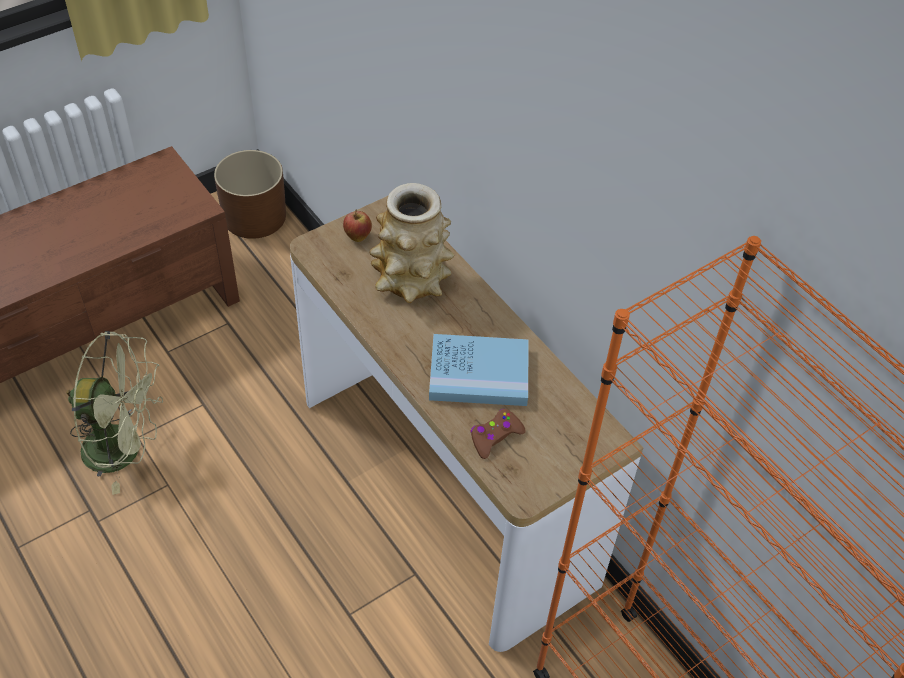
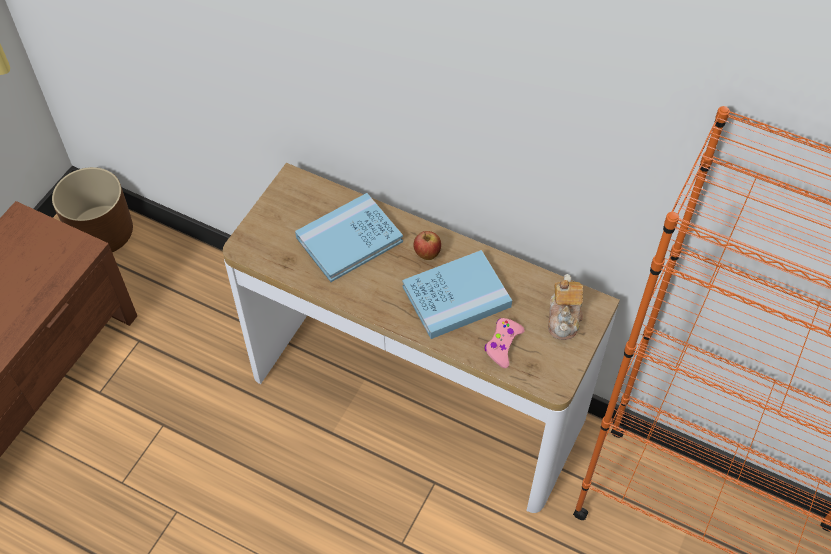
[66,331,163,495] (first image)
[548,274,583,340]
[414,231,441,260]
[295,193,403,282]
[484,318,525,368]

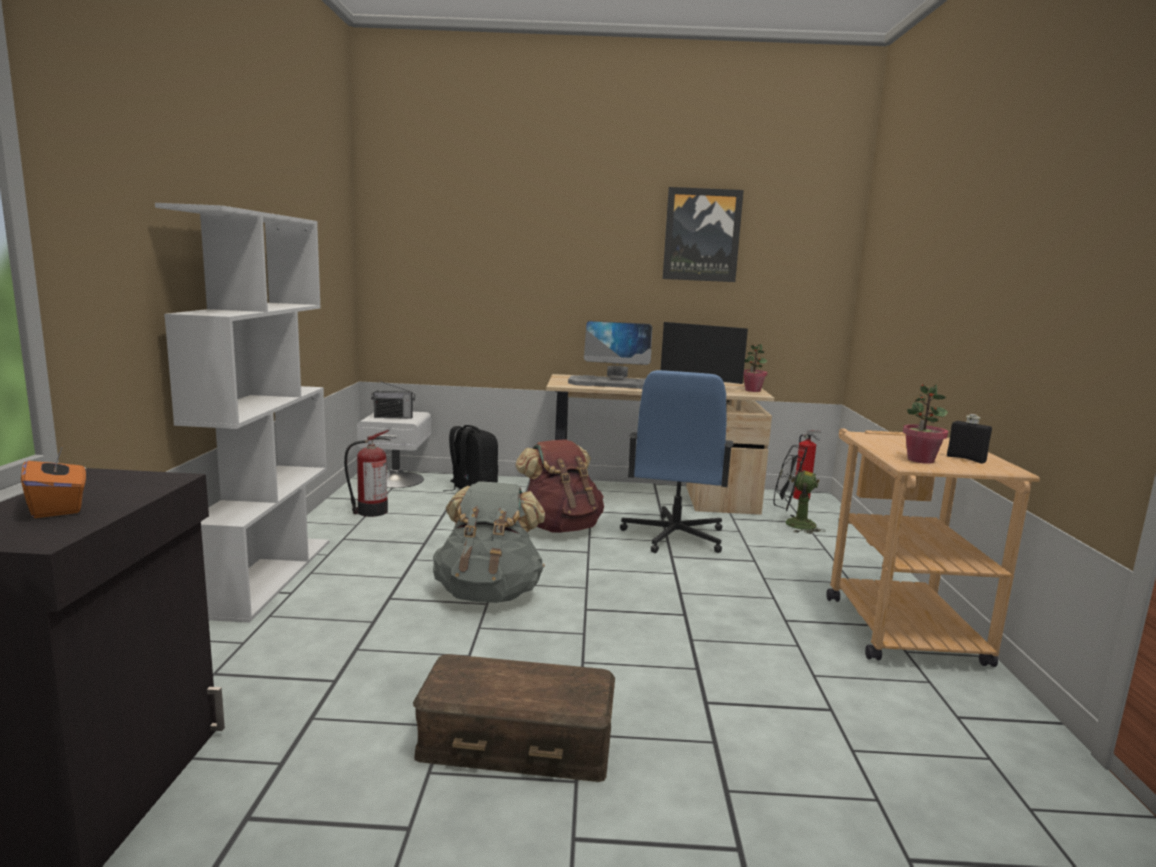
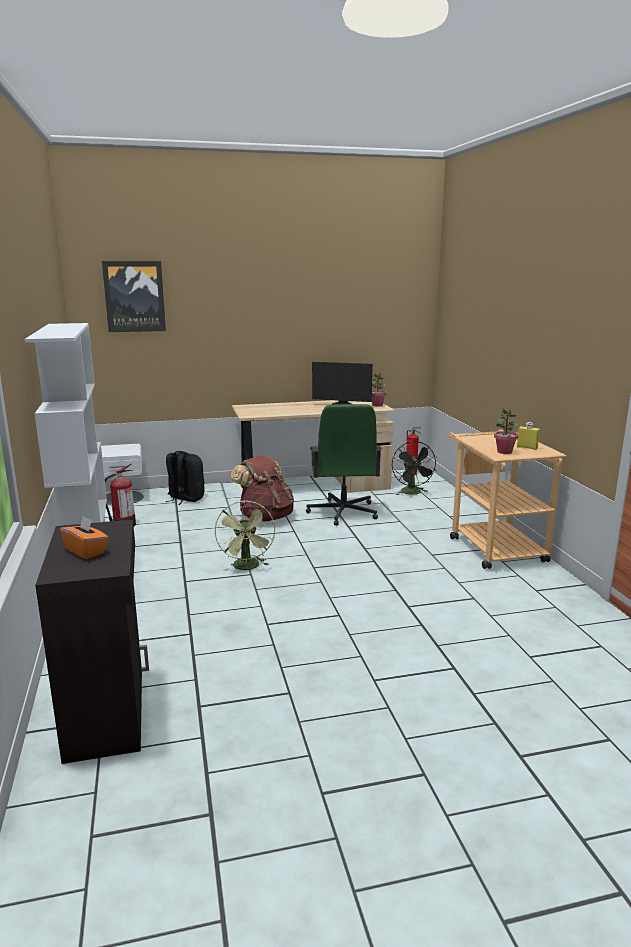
[371,381,415,419] (first image)
[413,654,615,782] (first image)
[568,321,653,389] (first image)
[102,261,166,332]
[215,501,275,571]
[306,404,382,526]
[517,422,540,450]
[392,441,437,495]

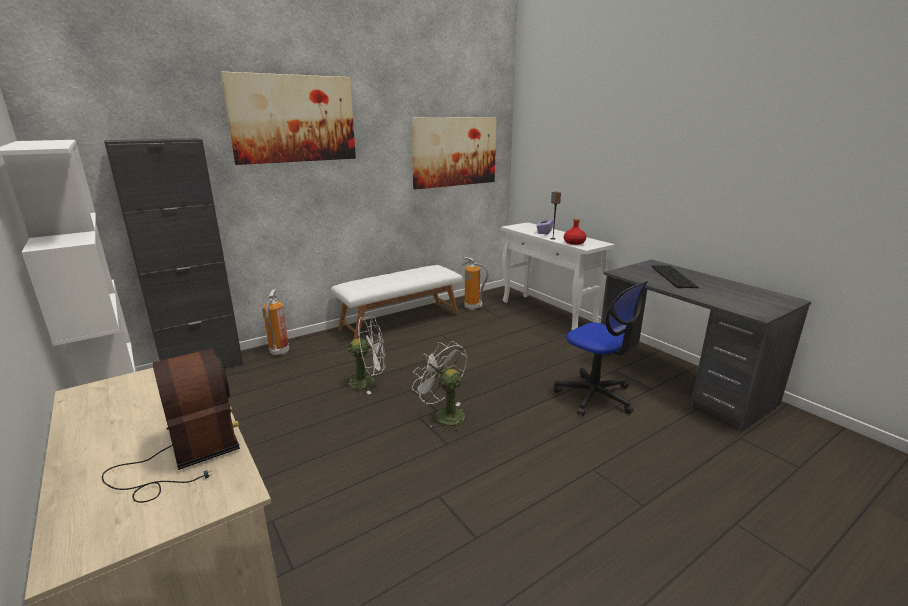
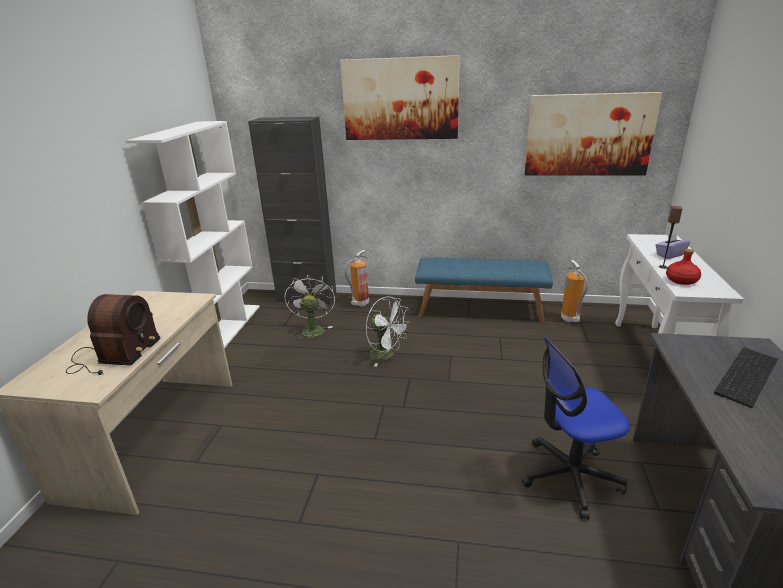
[285,274,335,342]
[415,258,553,323]
[522,336,629,519]

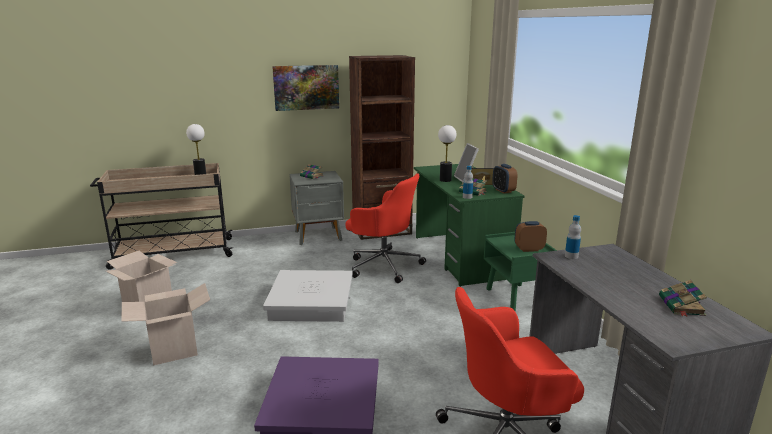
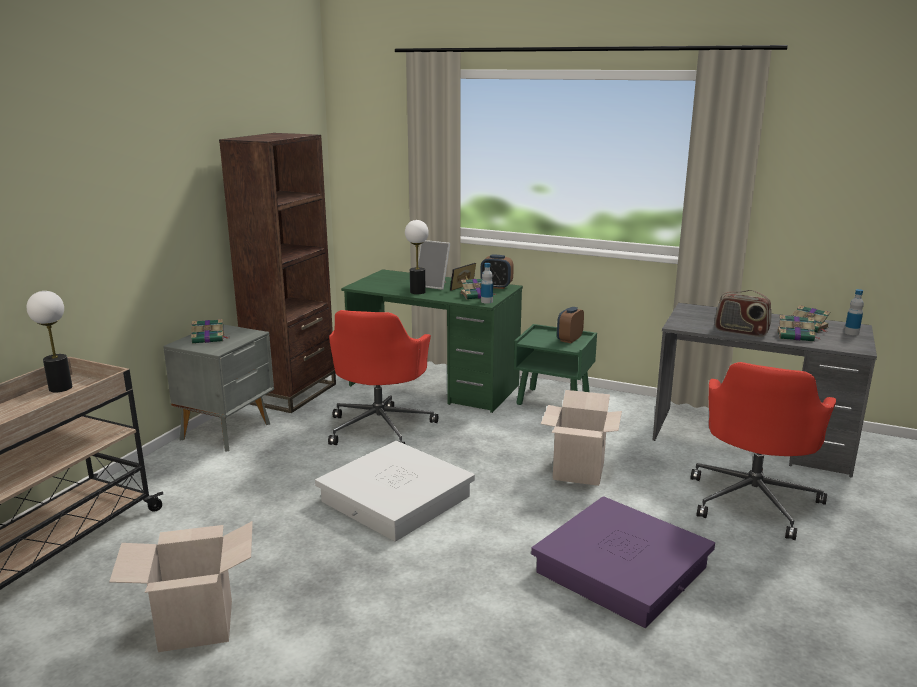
[272,65,339,111] (first image)
[715,290,772,337]
[777,315,819,342]
[541,390,622,486]
[844,289,864,335]
[328,310,438,445]

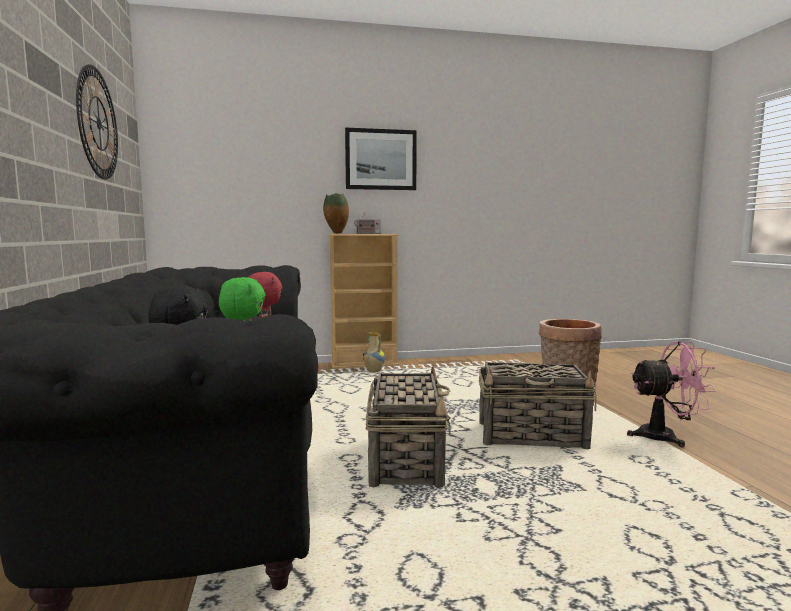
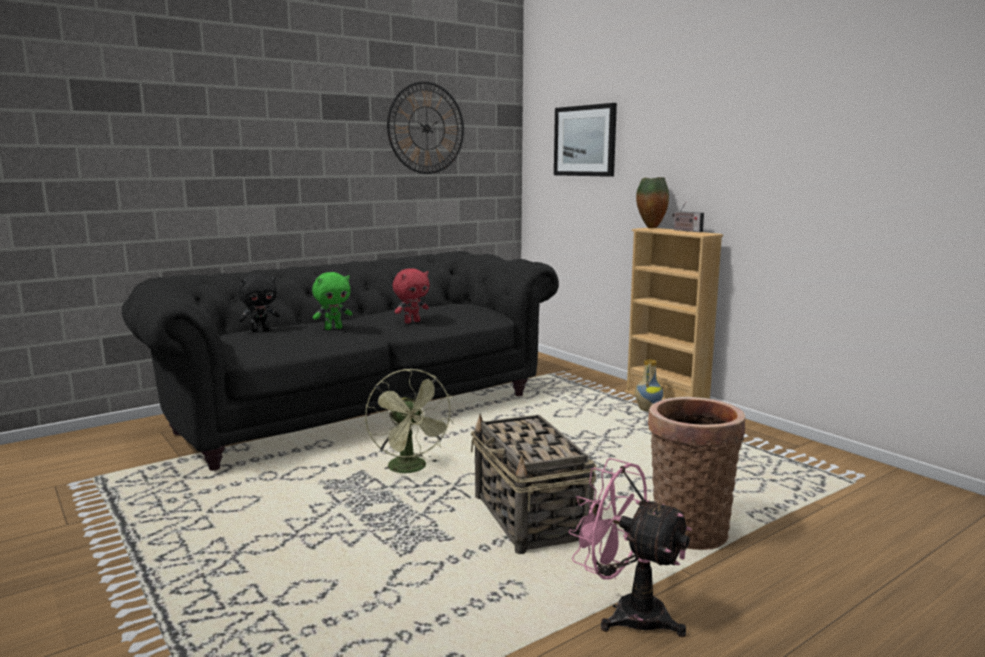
[554,103,617,177]
[365,369,454,473]
[568,458,692,637]

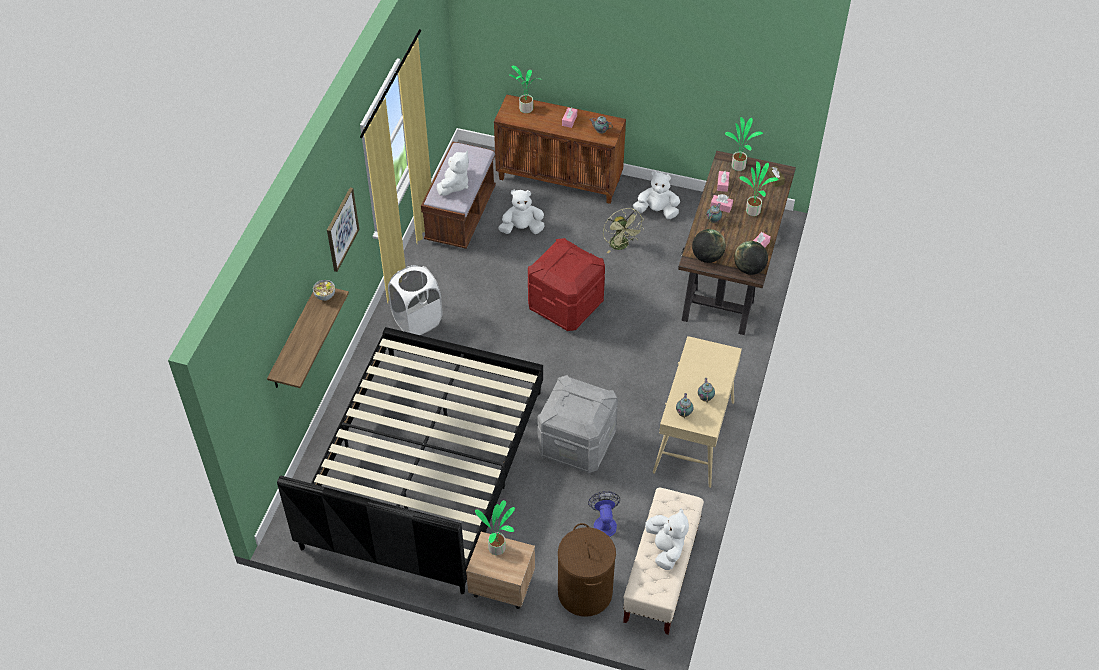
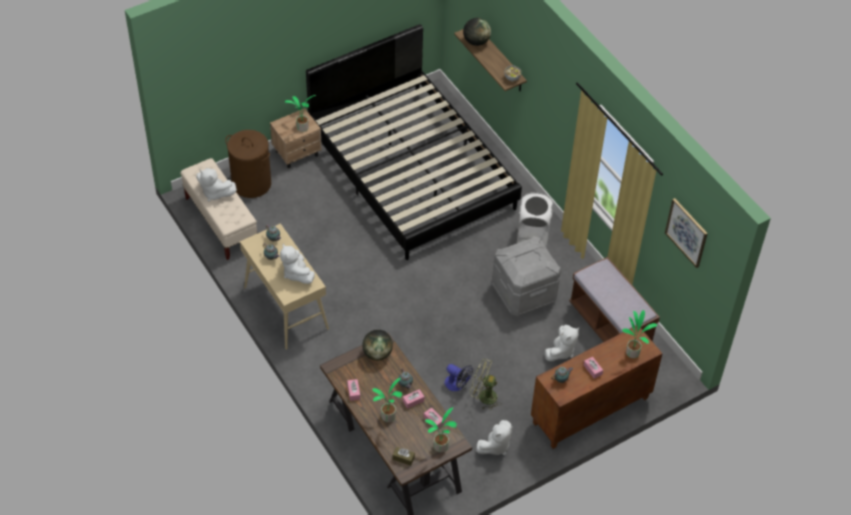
[528,238,605,331] (first image)
[665,198,708,268]
[280,243,315,284]
[492,236,561,317]
[444,364,473,391]
[463,18,491,46]

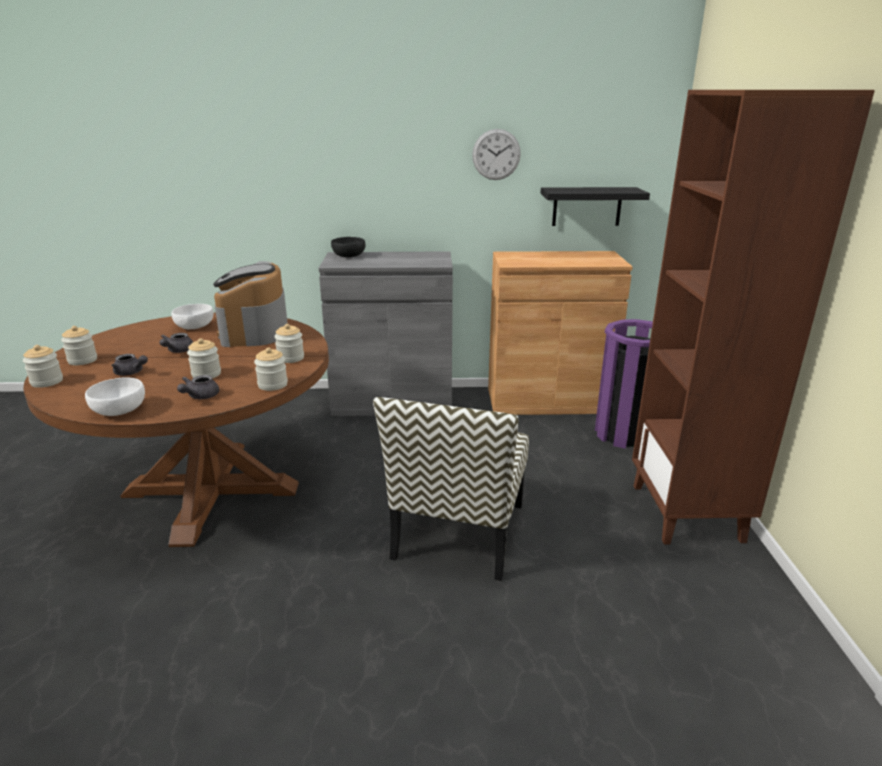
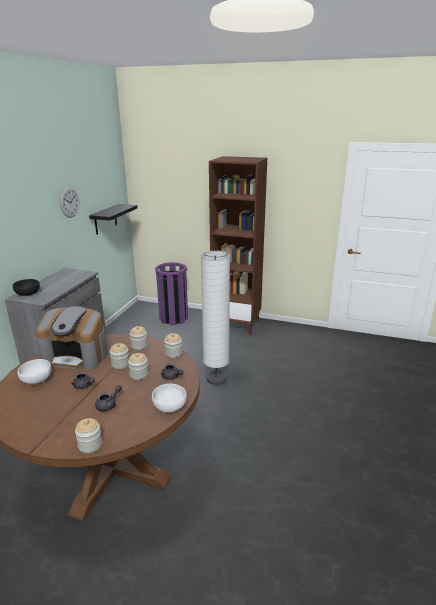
[488,251,633,415] (first image)
[110,343,129,369]
[201,251,230,385]

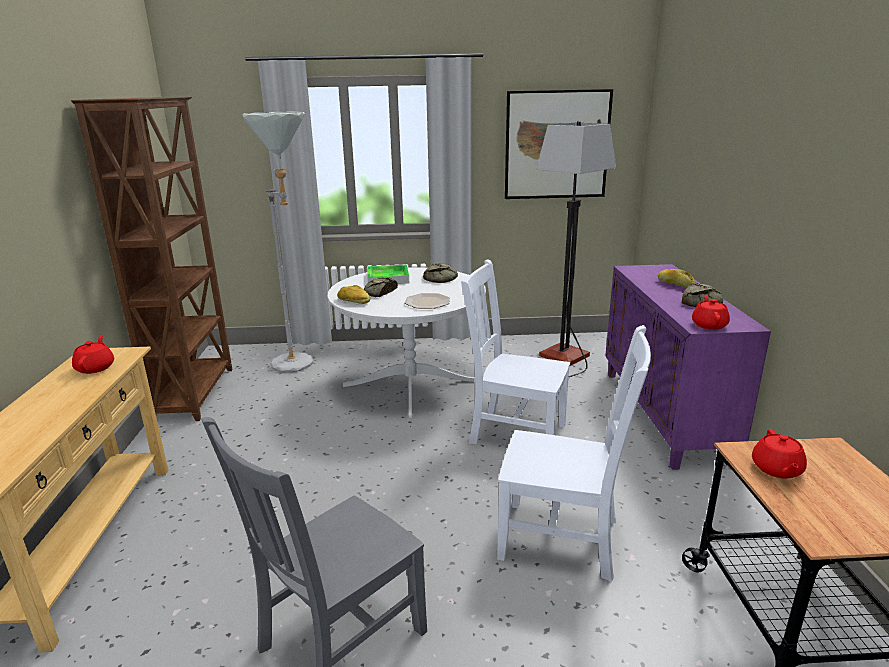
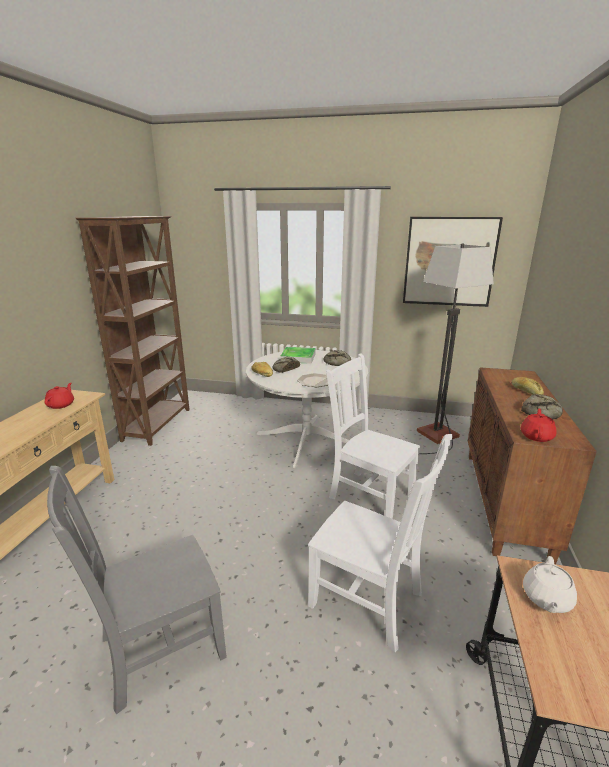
[242,112,314,373] (first image)
[468,367,597,564]
[523,556,577,613]

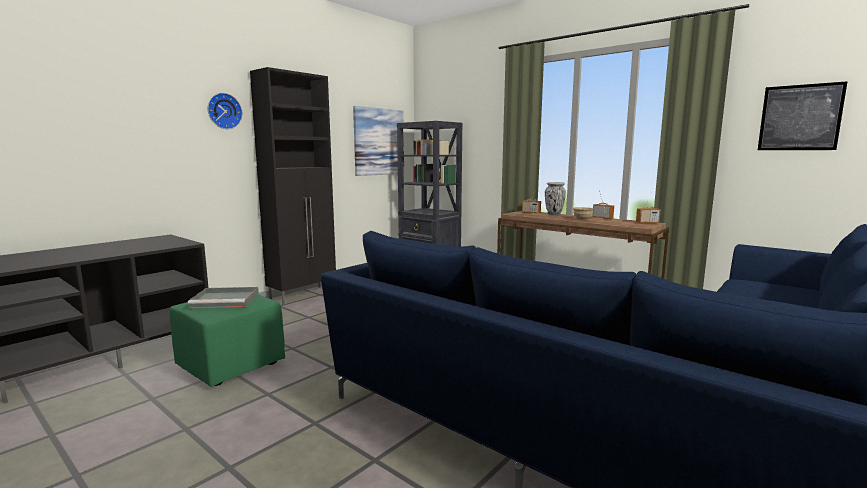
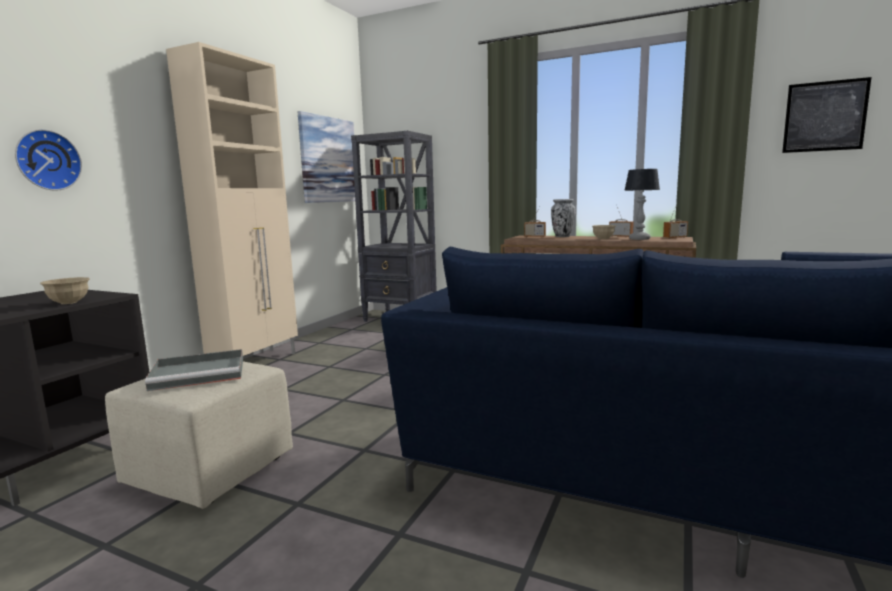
[40,277,90,304]
[624,169,660,240]
[15,129,82,191]
[105,362,293,509]
[166,42,298,356]

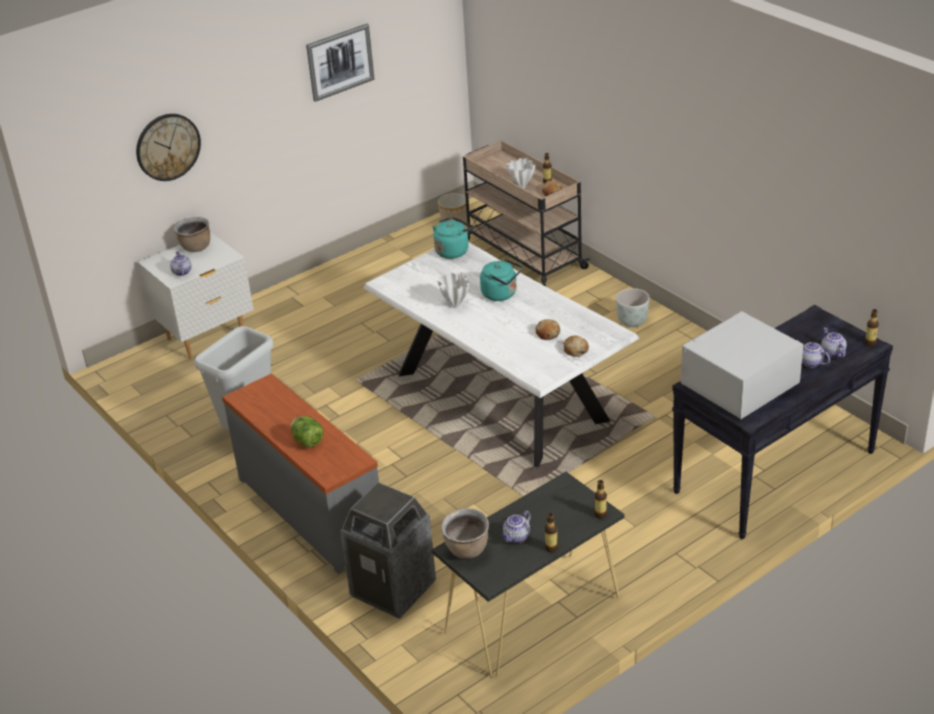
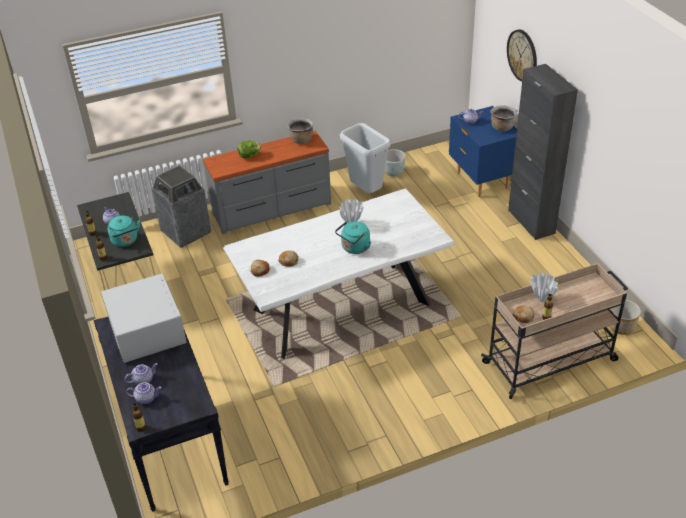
[306,24,375,102] (first image)
[508,64,578,240]
[107,215,140,247]
[287,118,313,144]
[385,149,405,176]
[449,106,517,197]

